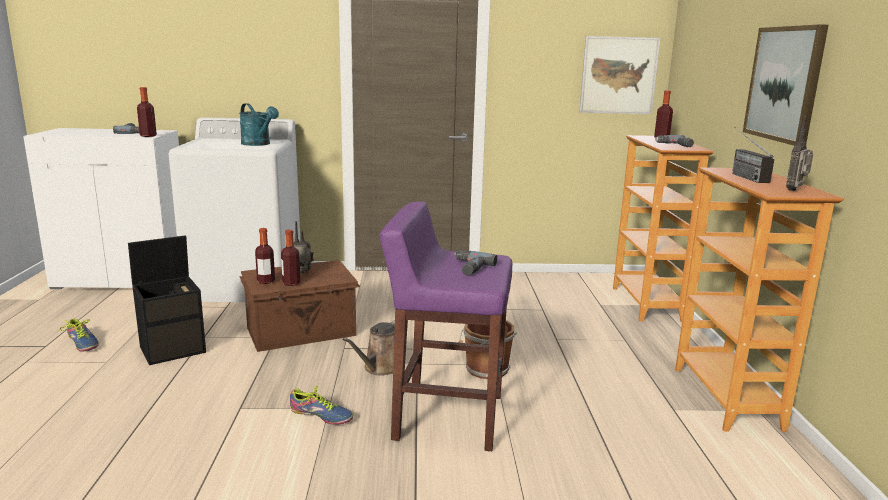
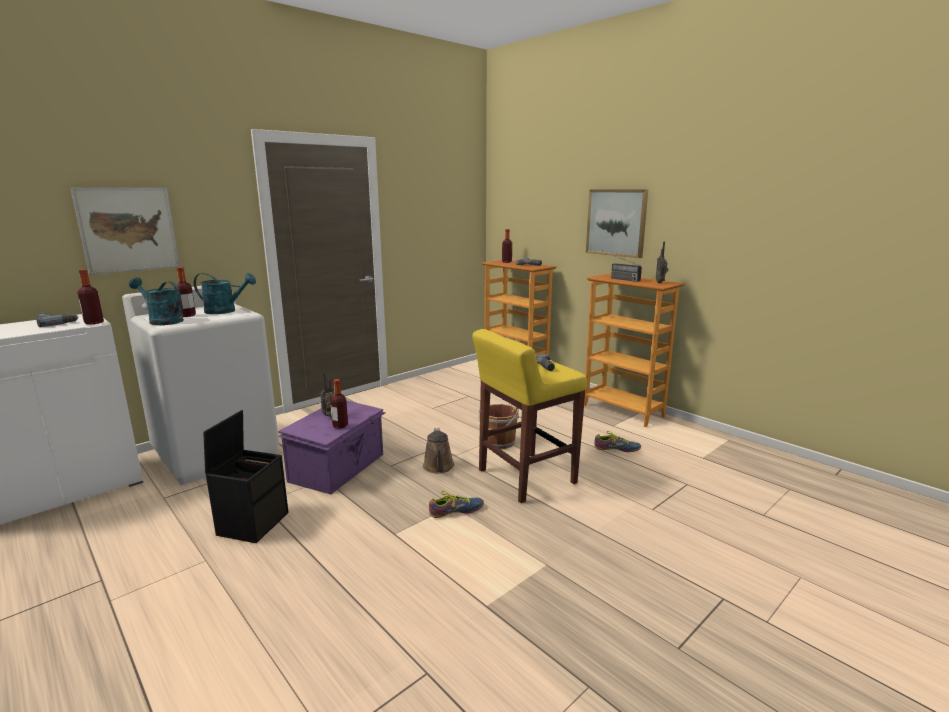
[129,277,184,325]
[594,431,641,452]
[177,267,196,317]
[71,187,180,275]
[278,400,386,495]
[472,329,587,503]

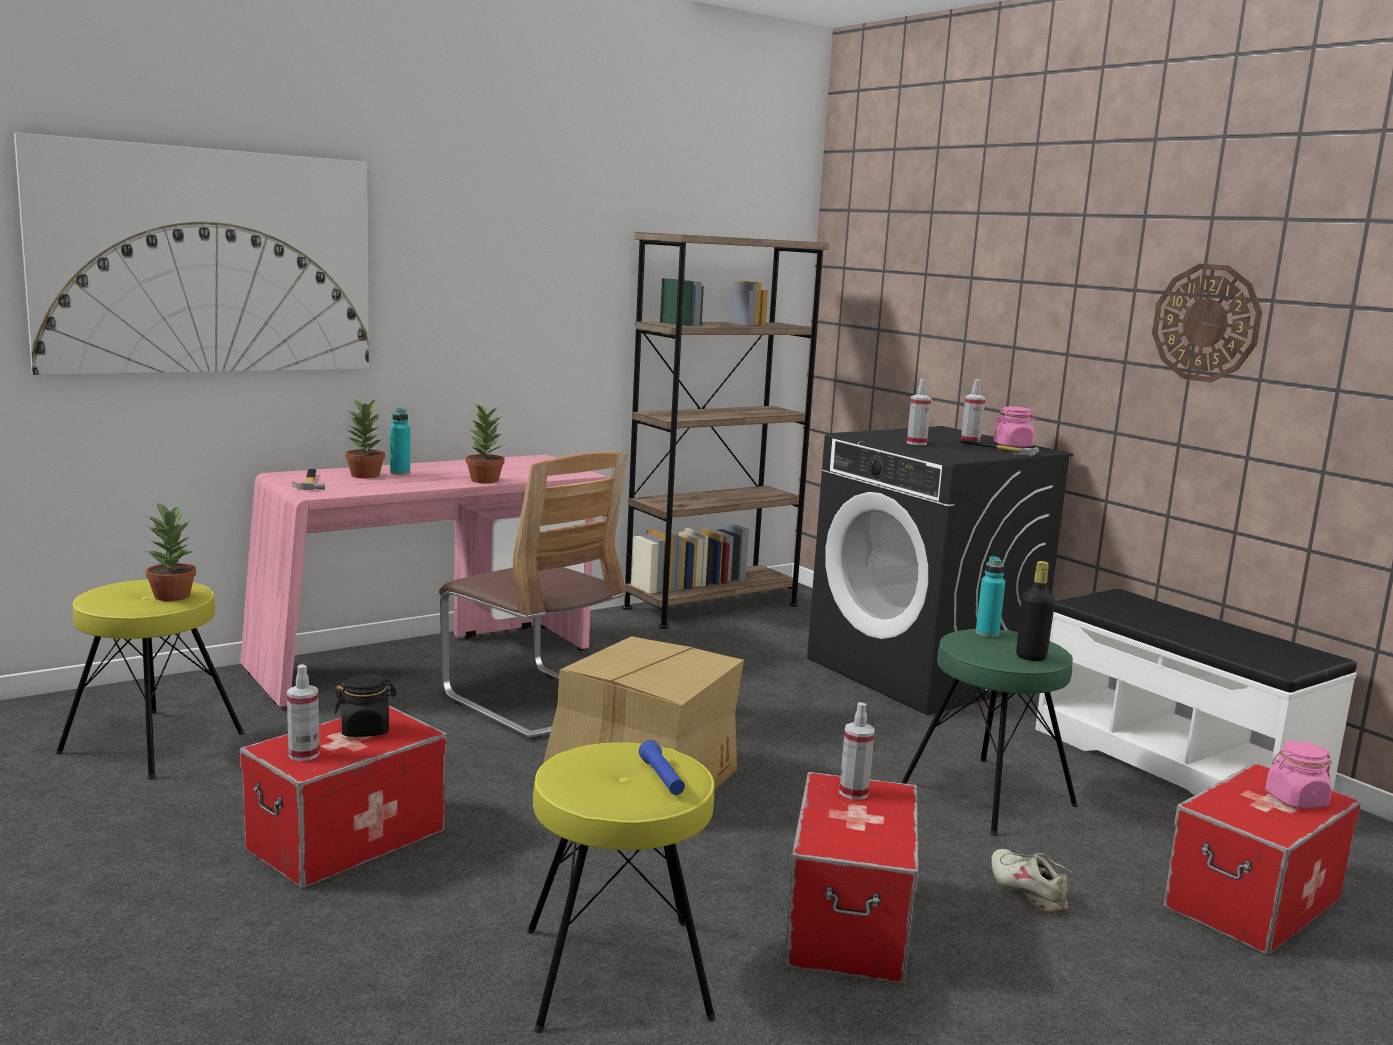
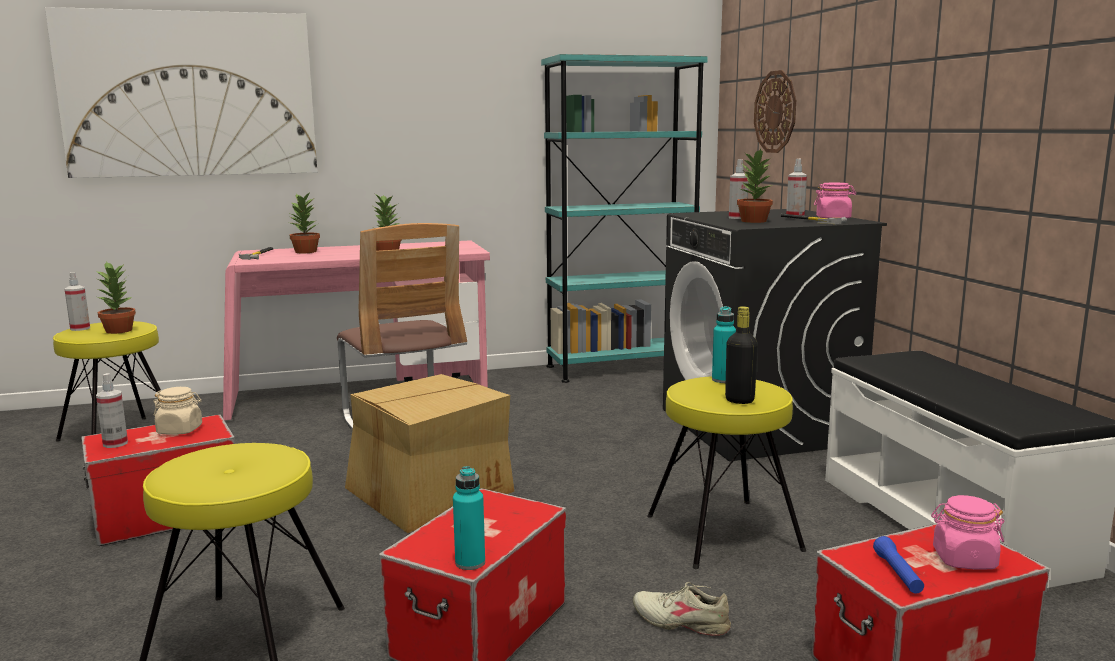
[737,149,773,223]
[453,466,485,570]
[873,536,924,593]
[64,272,90,331]
[754,70,796,153]
[153,387,202,435]
[541,54,708,383]
[647,376,806,569]
[633,582,731,636]

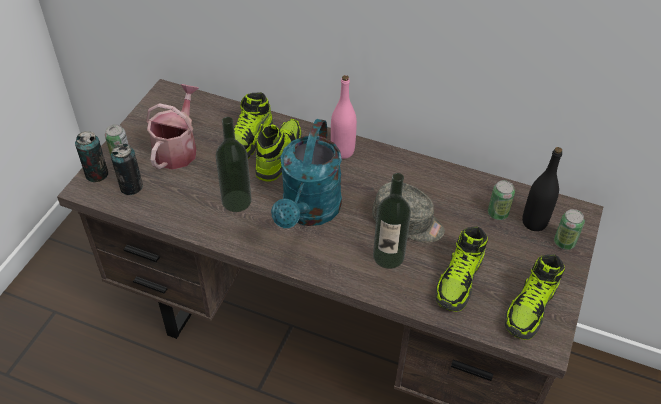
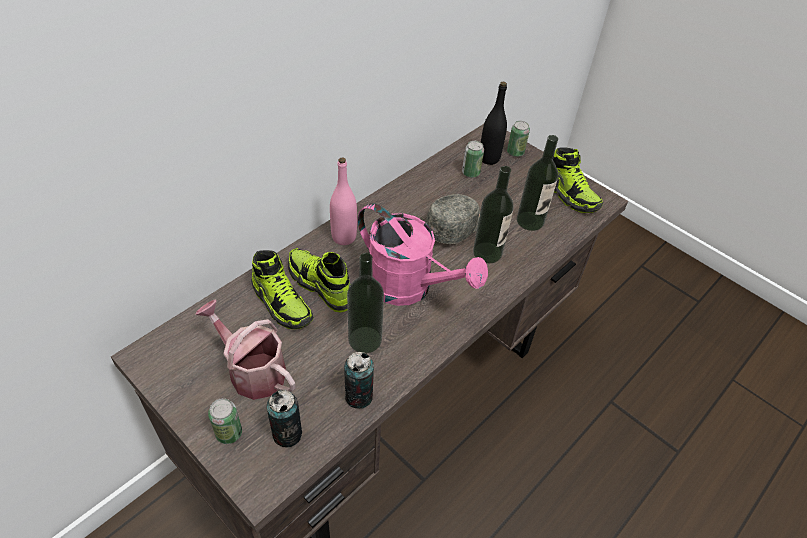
[344,352,374,409]
[517,135,558,231]
[358,203,488,306]

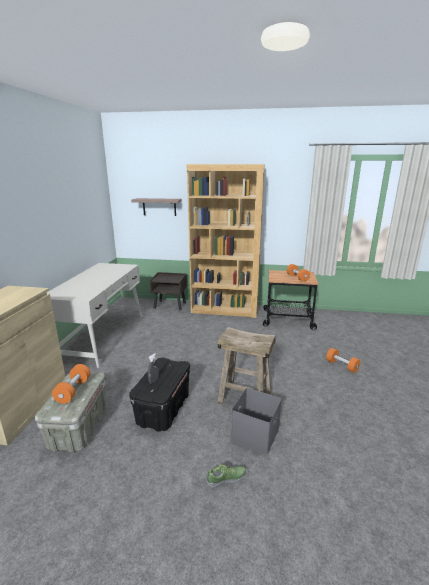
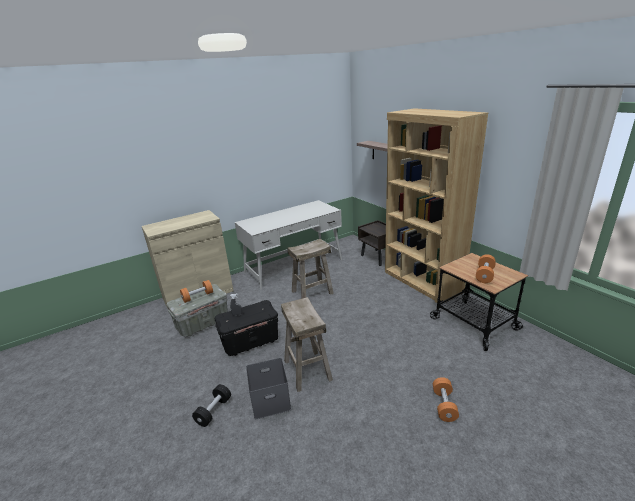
[287,239,334,299]
[192,384,231,427]

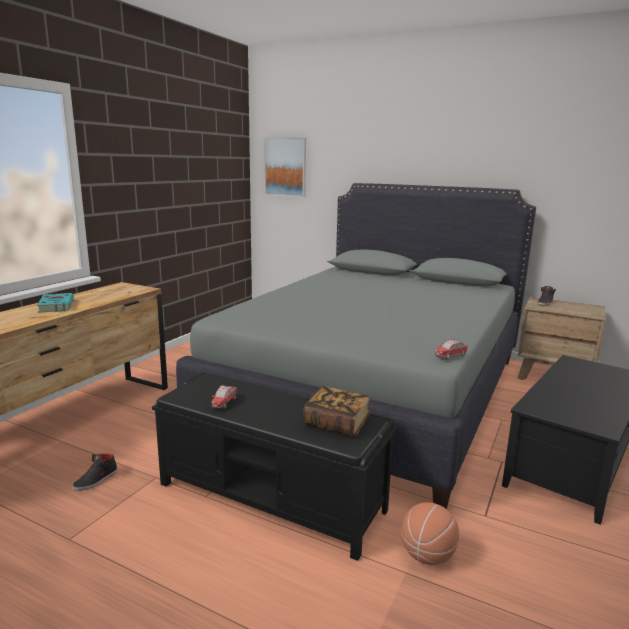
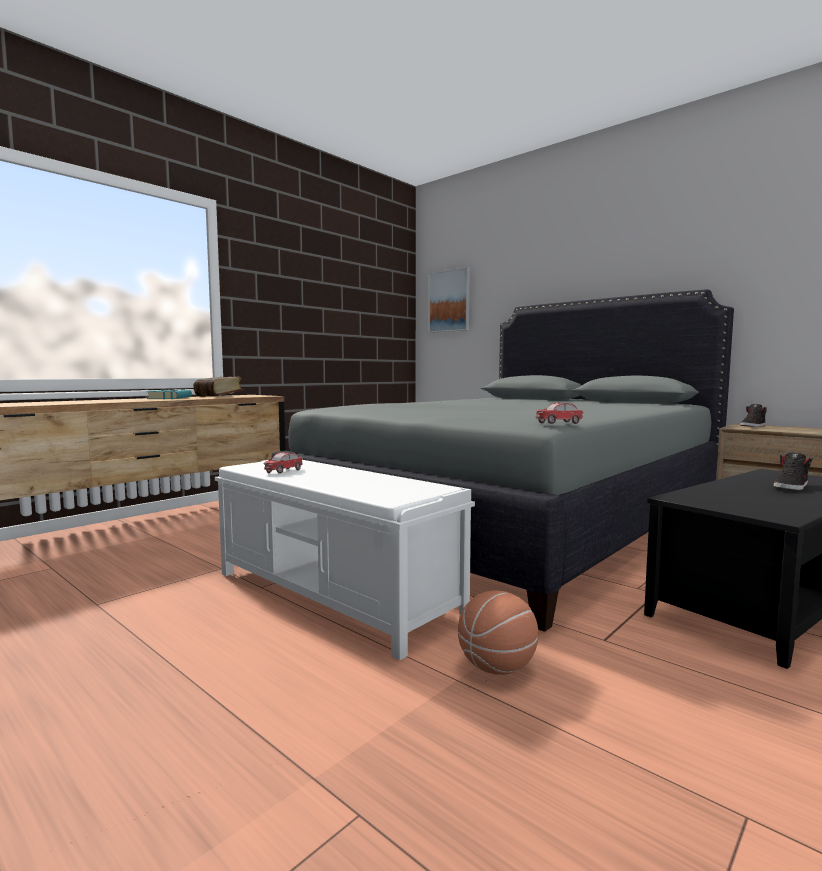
[774,453,813,490]
[193,377,243,397]
[215,460,475,660]

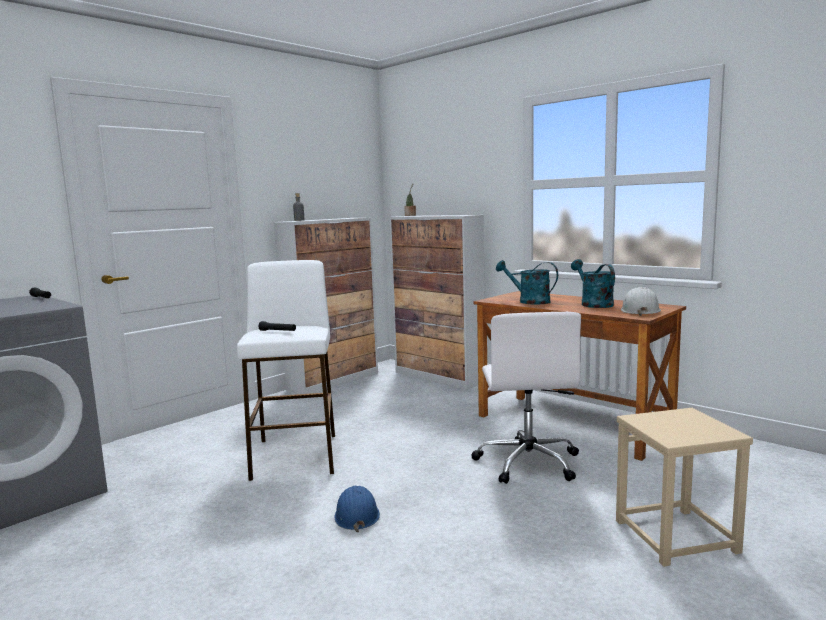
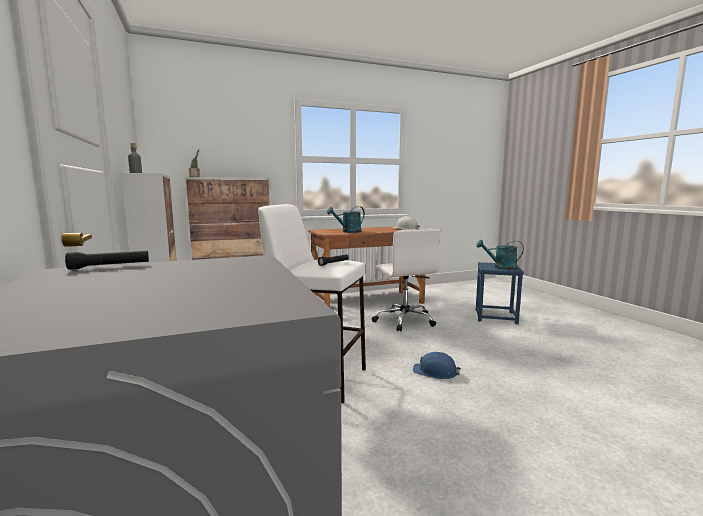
[476,240,524,270]
[476,262,524,324]
[371,229,440,331]

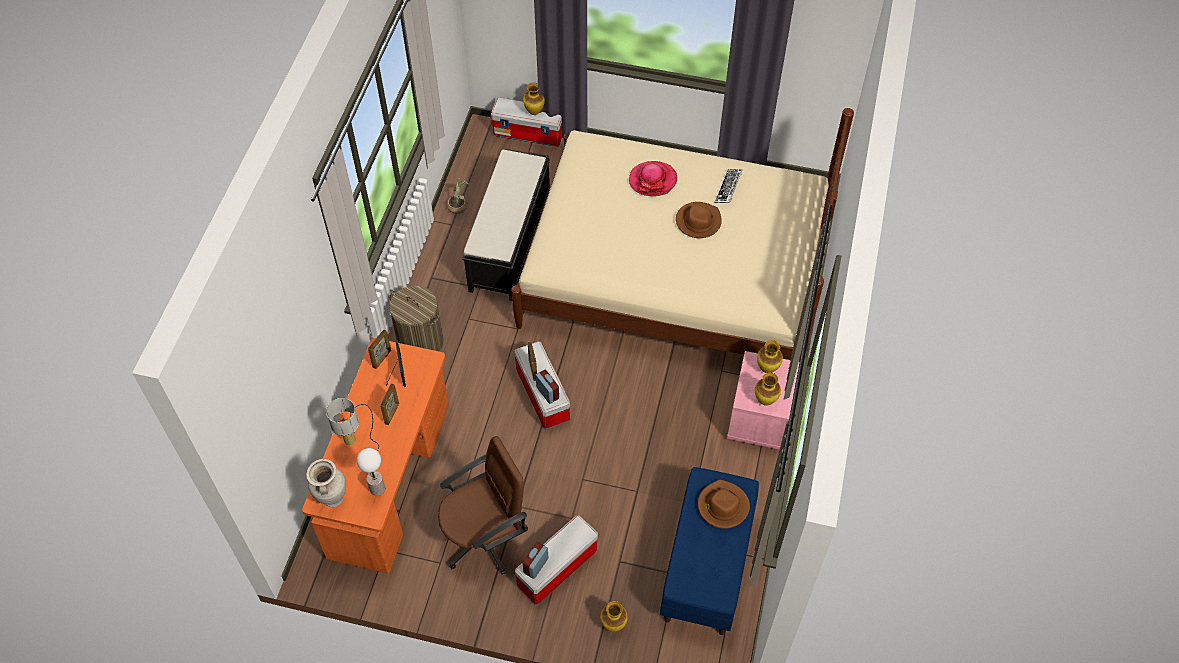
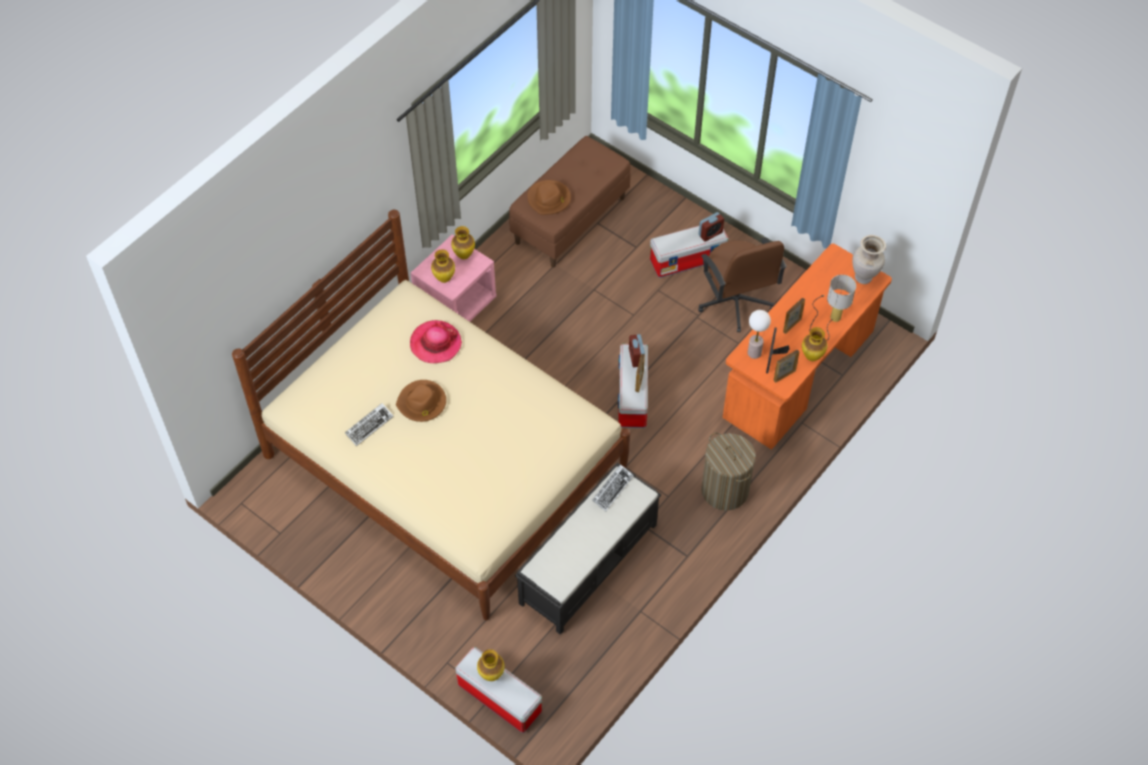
[447,178,469,214] (first image)
[593,464,634,511]
[748,310,771,359]
[802,327,827,361]
[410,320,462,363]
[509,136,631,267]
[698,237,787,333]

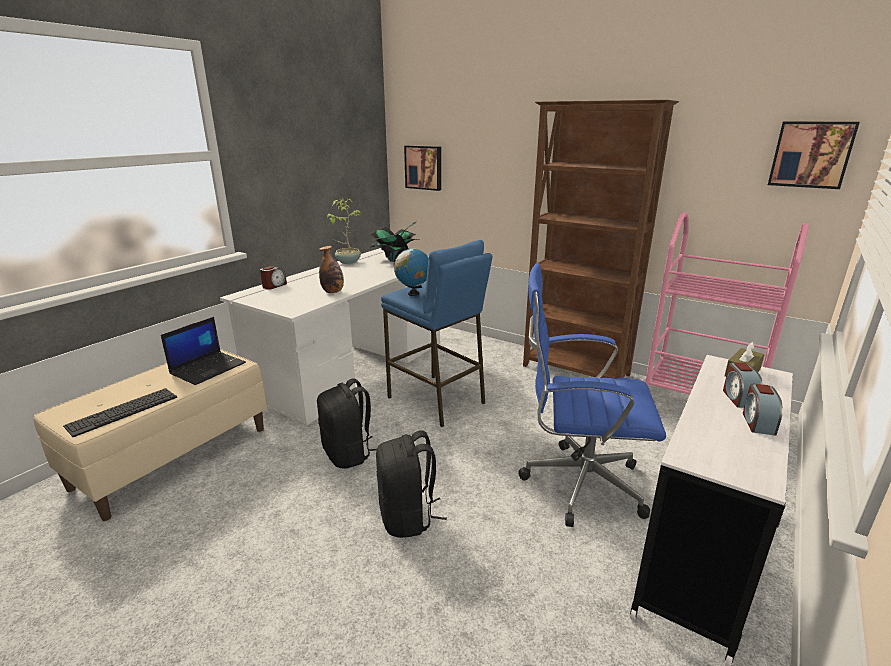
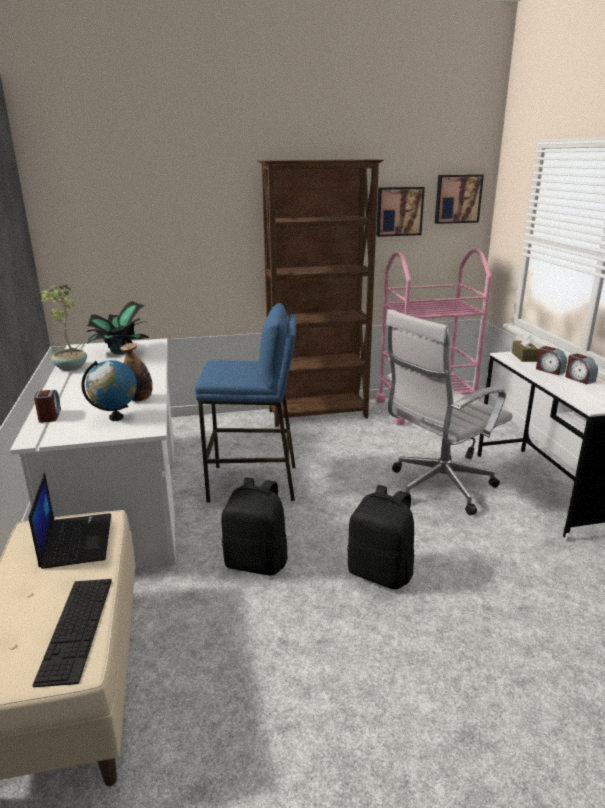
[82,360,137,421]
[376,187,425,237]
[385,309,513,515]

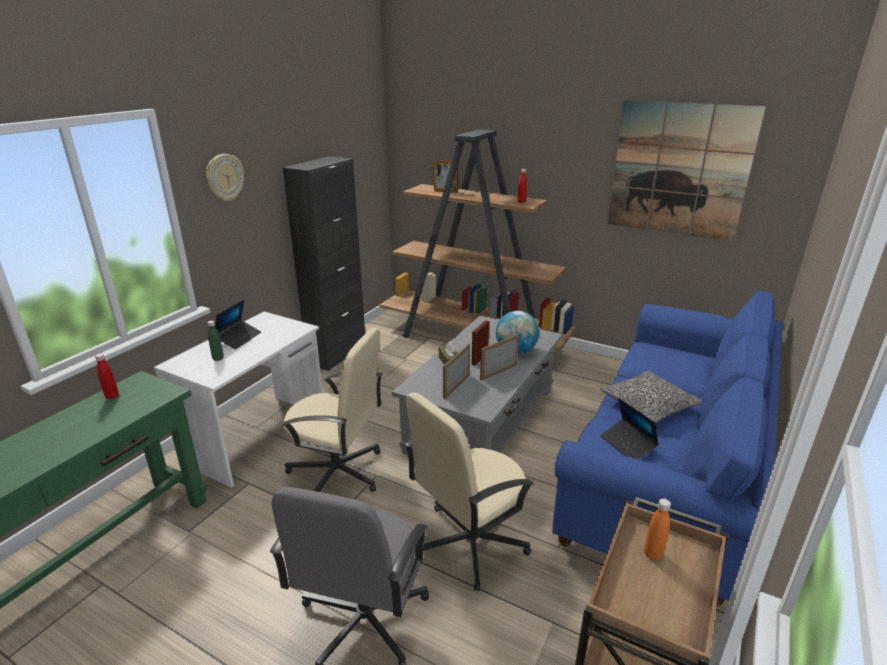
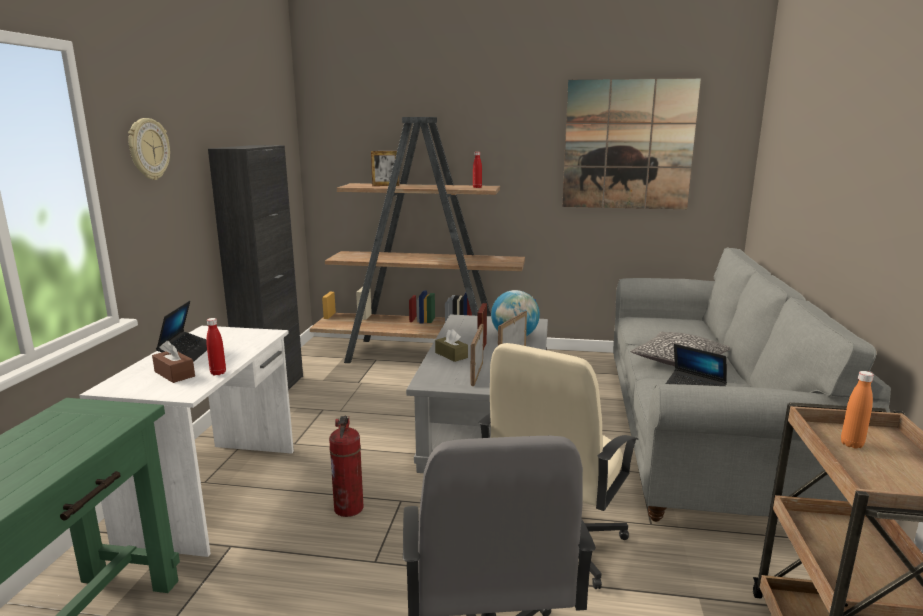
[206,318,226,376]
[152,341,195,383]
[329,416,364,517]
[613,247,891,522]

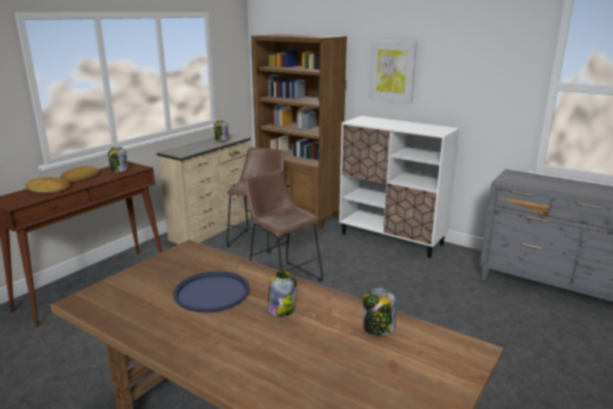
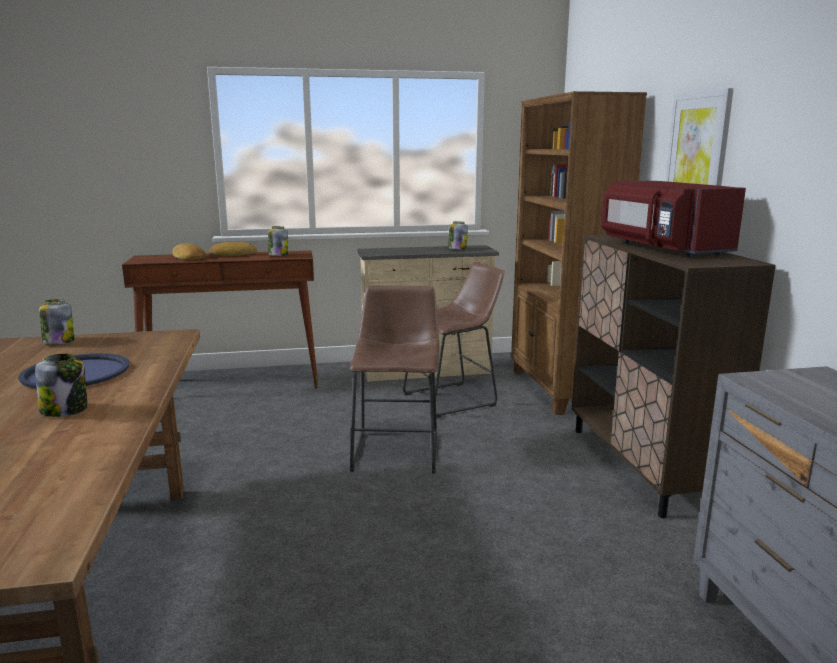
[601,181,746,257]
[39,299,74,344]
[572,234,776,518]

